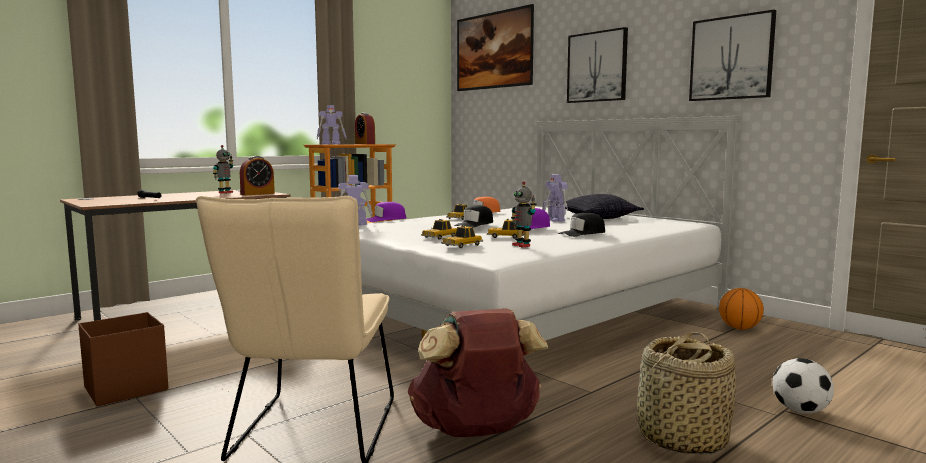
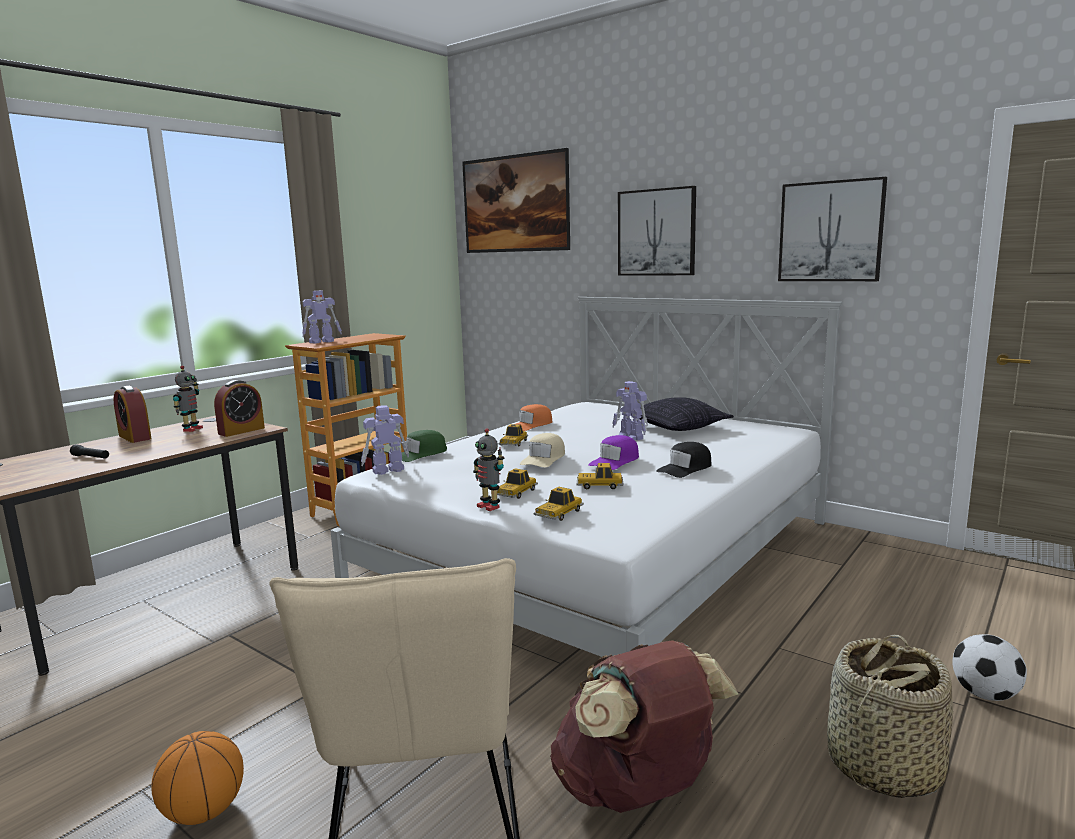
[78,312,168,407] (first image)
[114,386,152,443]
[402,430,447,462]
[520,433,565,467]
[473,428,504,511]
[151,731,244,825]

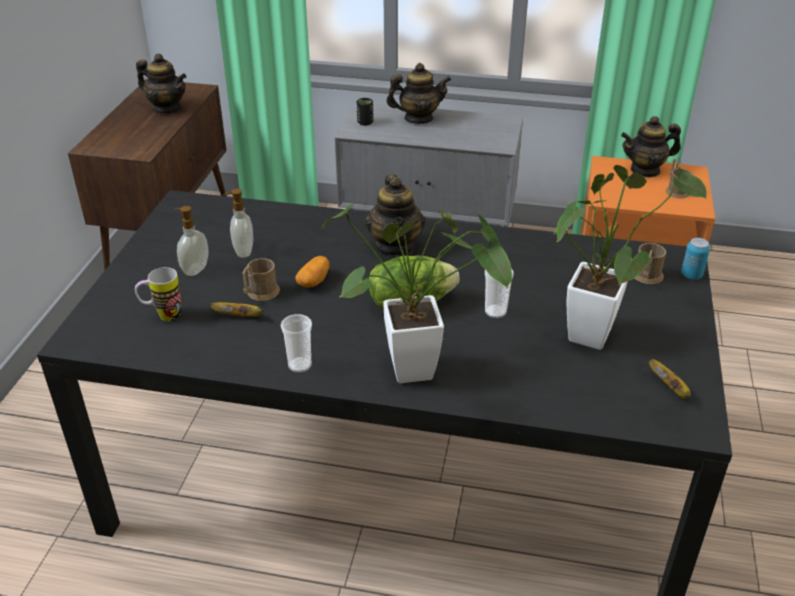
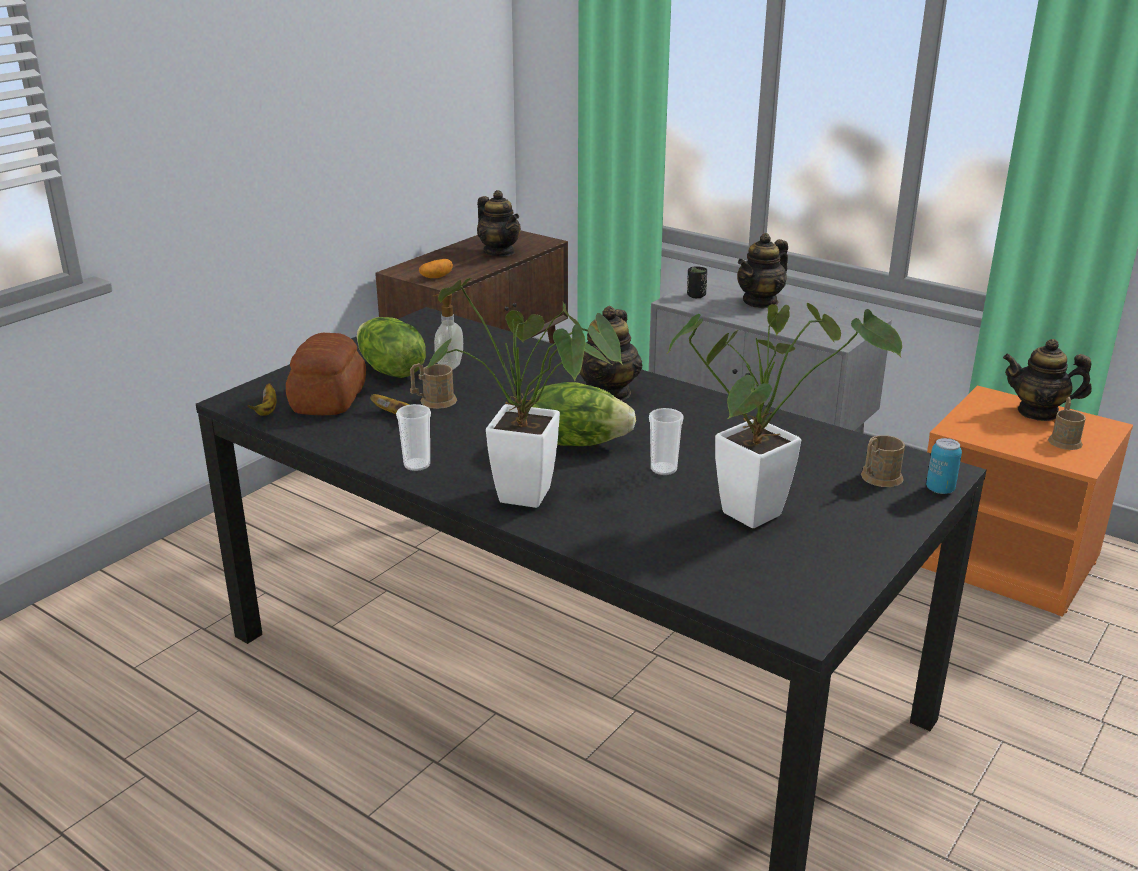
[286,333,366,415]
[357,317,426,378]
[419,259,453,278]
[737,233,788,308]
[247,383,276,416]

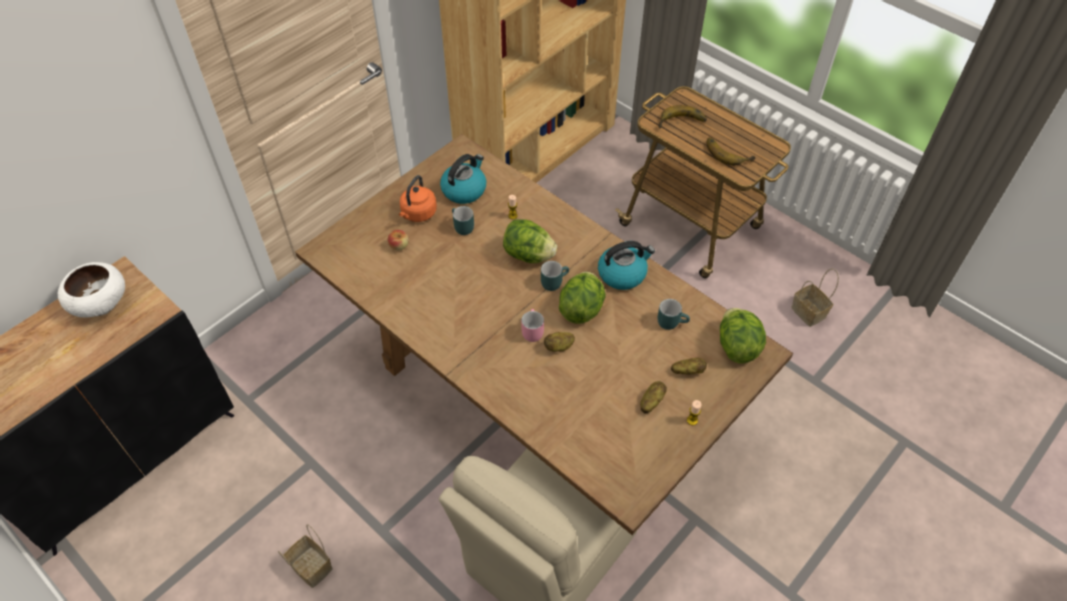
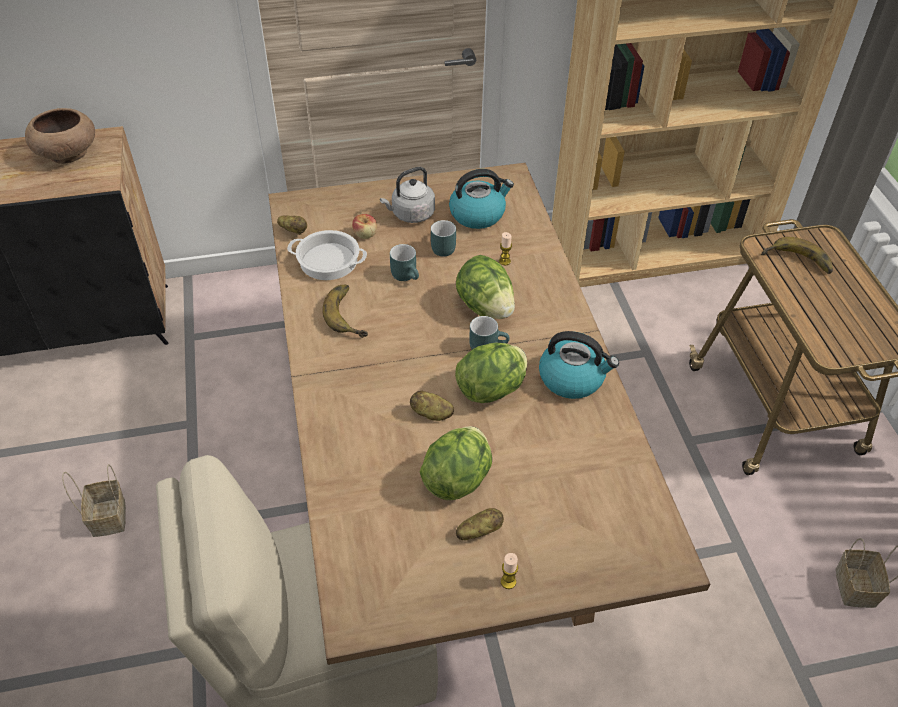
[25,108,95,164]
[380,167,435,223]
[521,309,544,342] (first image)
[390,244,419,281]
[277,215,307,235]
[322,285,368,338]
[420,426,492,500]
[287,230,367,280]

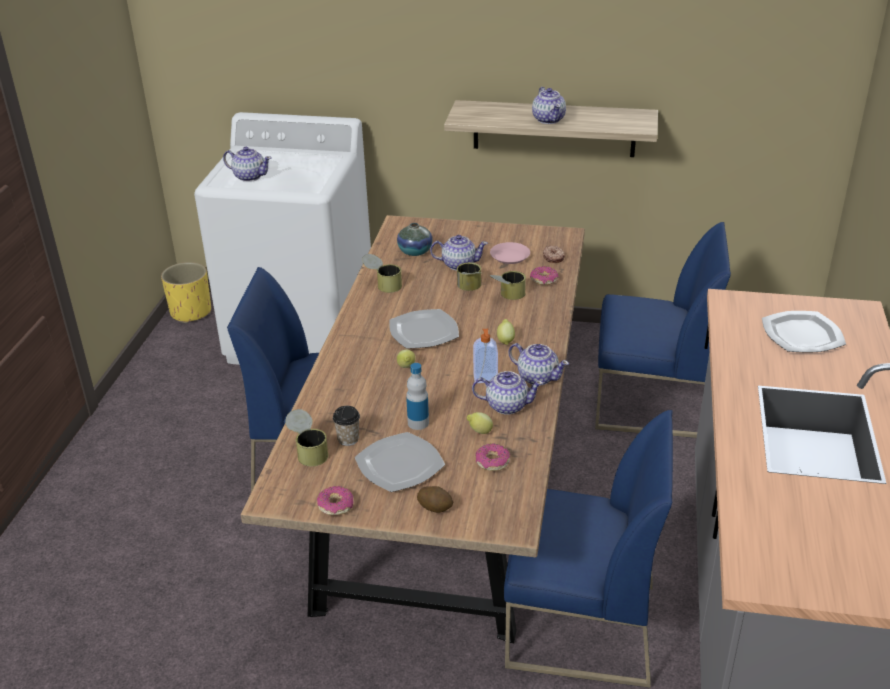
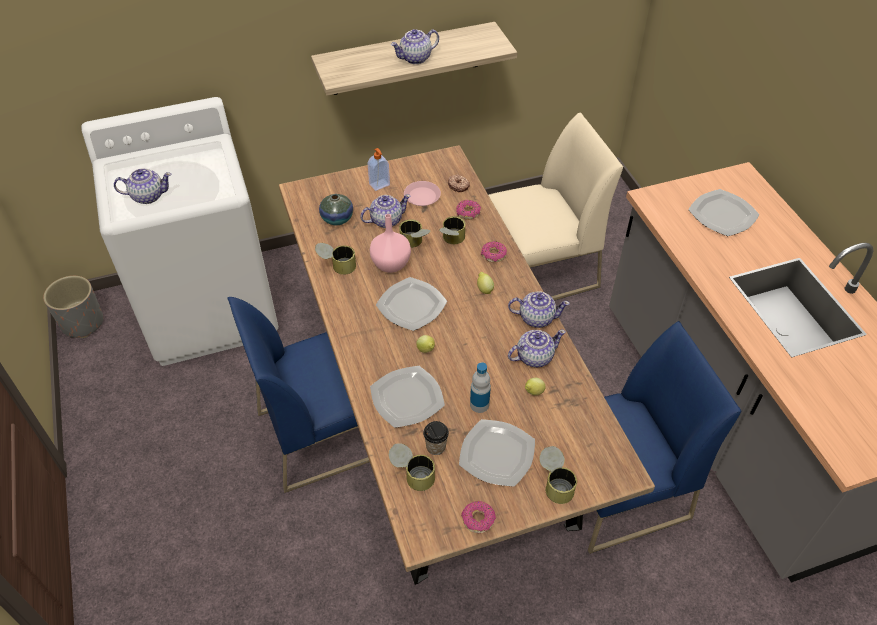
[43,276,104,338]
[539,446,577,504]
[368,148,390,191]
[481,241,507,262]
[391,29,439,64]
[489,112,623,300]
[370,214,411,273]
[370,366,445,428]

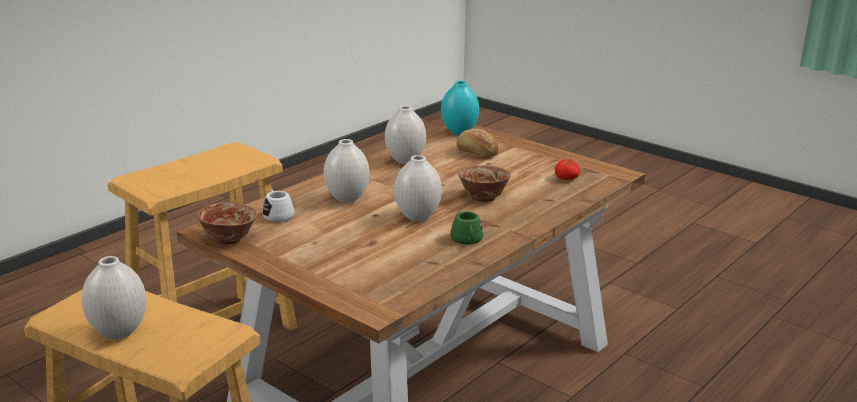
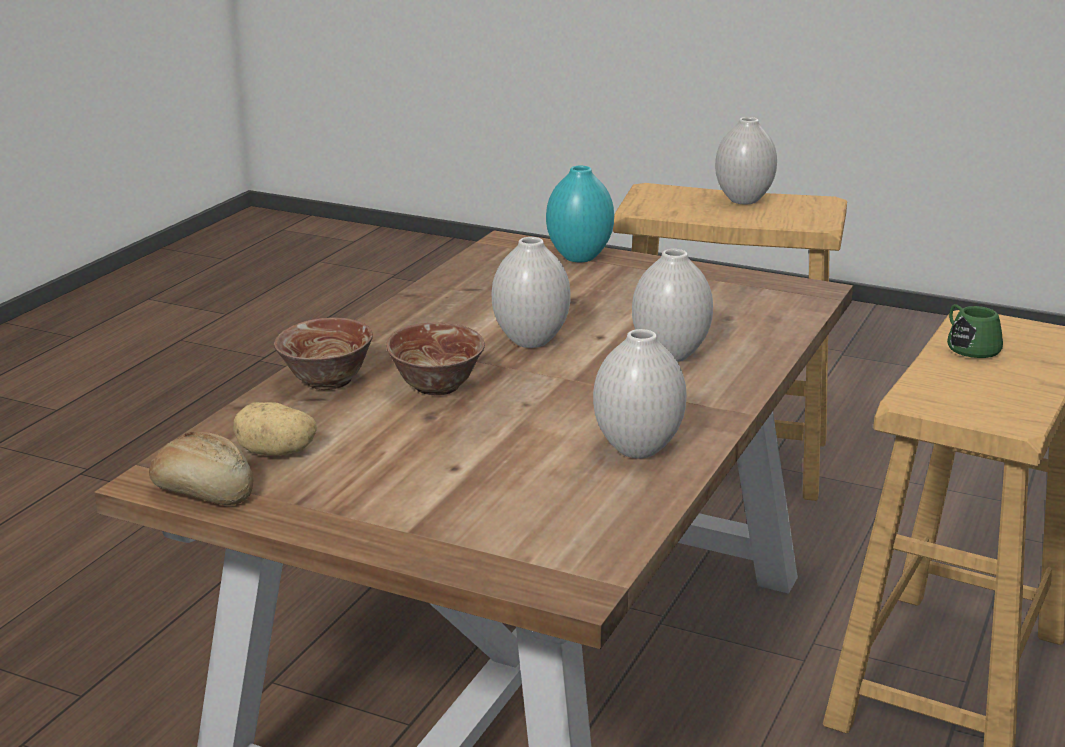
[274,318,373,390]
[263,189,295,222] (first image)
[546,166,614,262]
[947,304,1003,358]
[149,431,253,505]
[233,402,317,455]

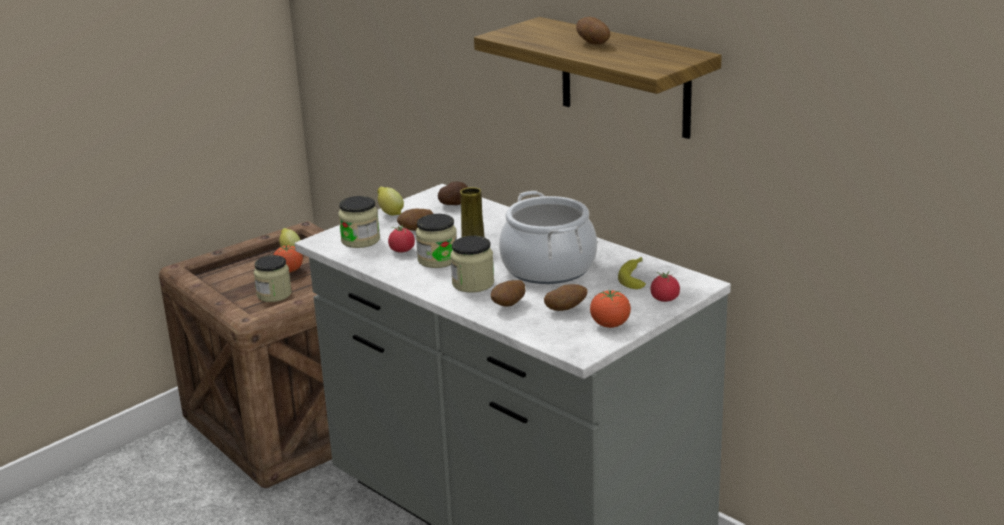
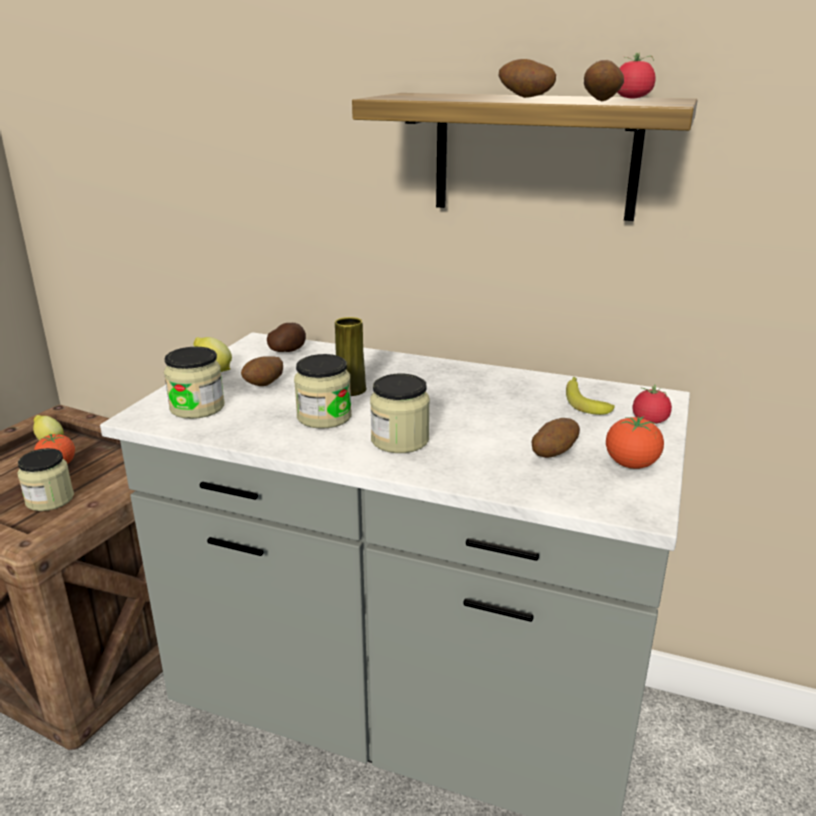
[617,52,655,98]
[584,60,624,102]
[499,191,597,284] (first image)

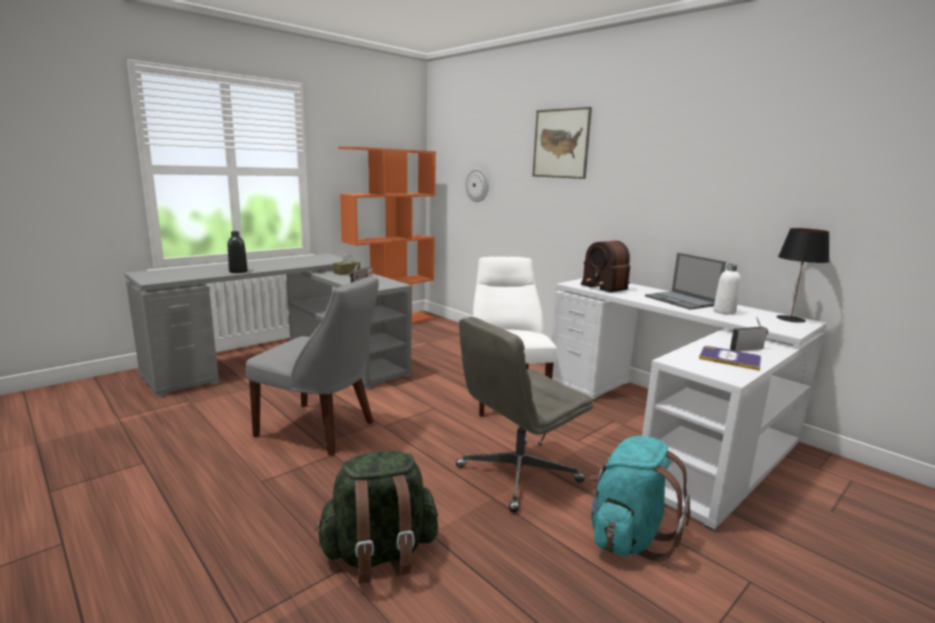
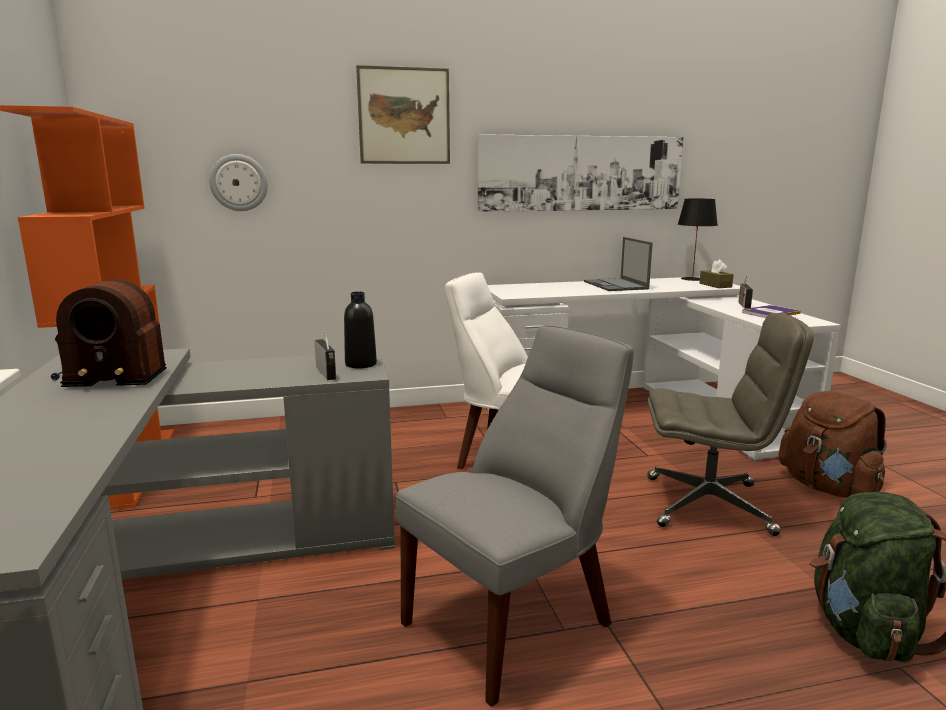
[344,292,377,369]
[700,259,734,288]
[647,313,814,536]
[51,279,166,387]
[778,391,887,498]
[584,237,653,291]
[713,264,741,315] (first image)
[477,134,683,212]

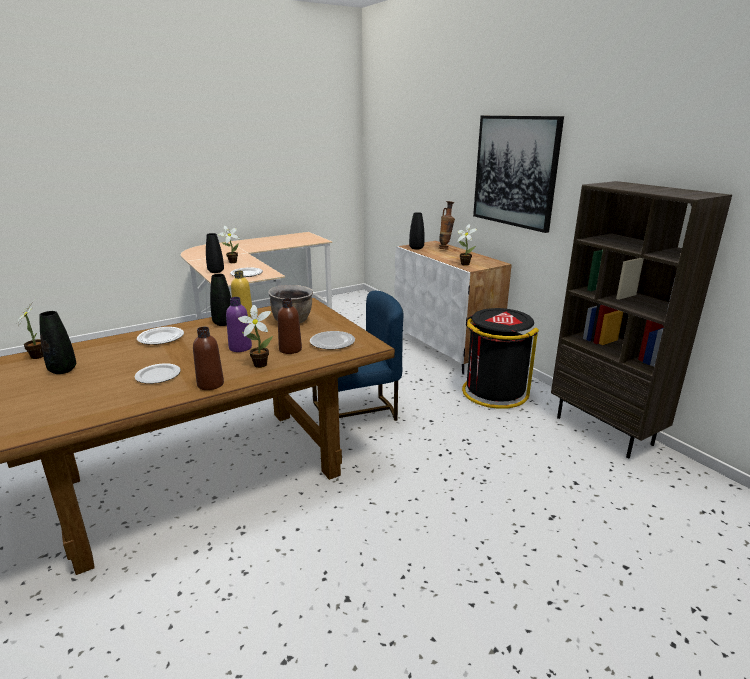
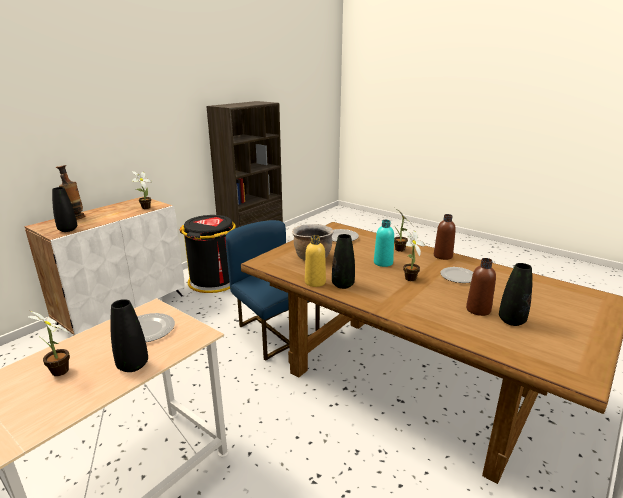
[403,230,425,281]
[137,327,184,345] (first image)
[374,220,394,267]
[466,258,496,316]
[473,116,564,233] (first image)

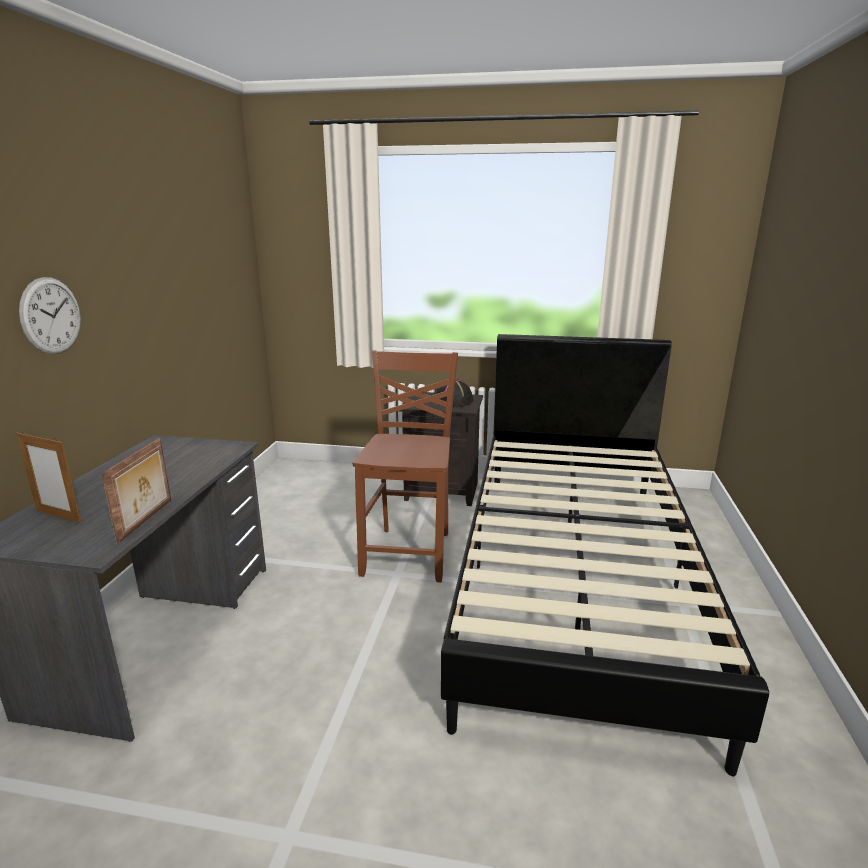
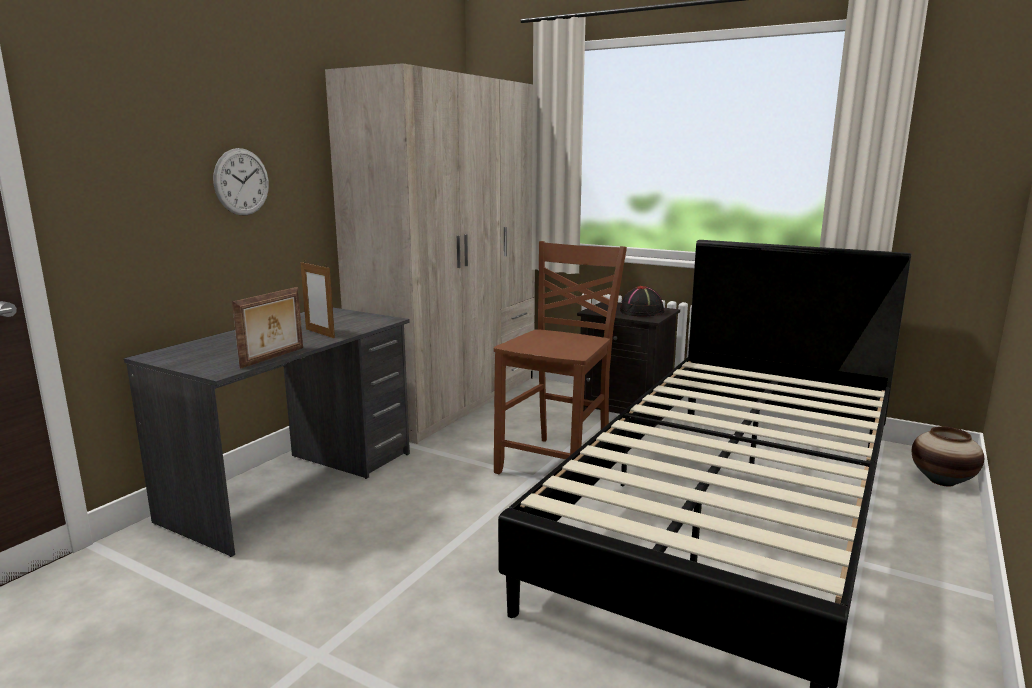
[300,261,335,338]
[325,63,535,444]
[912,426,984,486]

